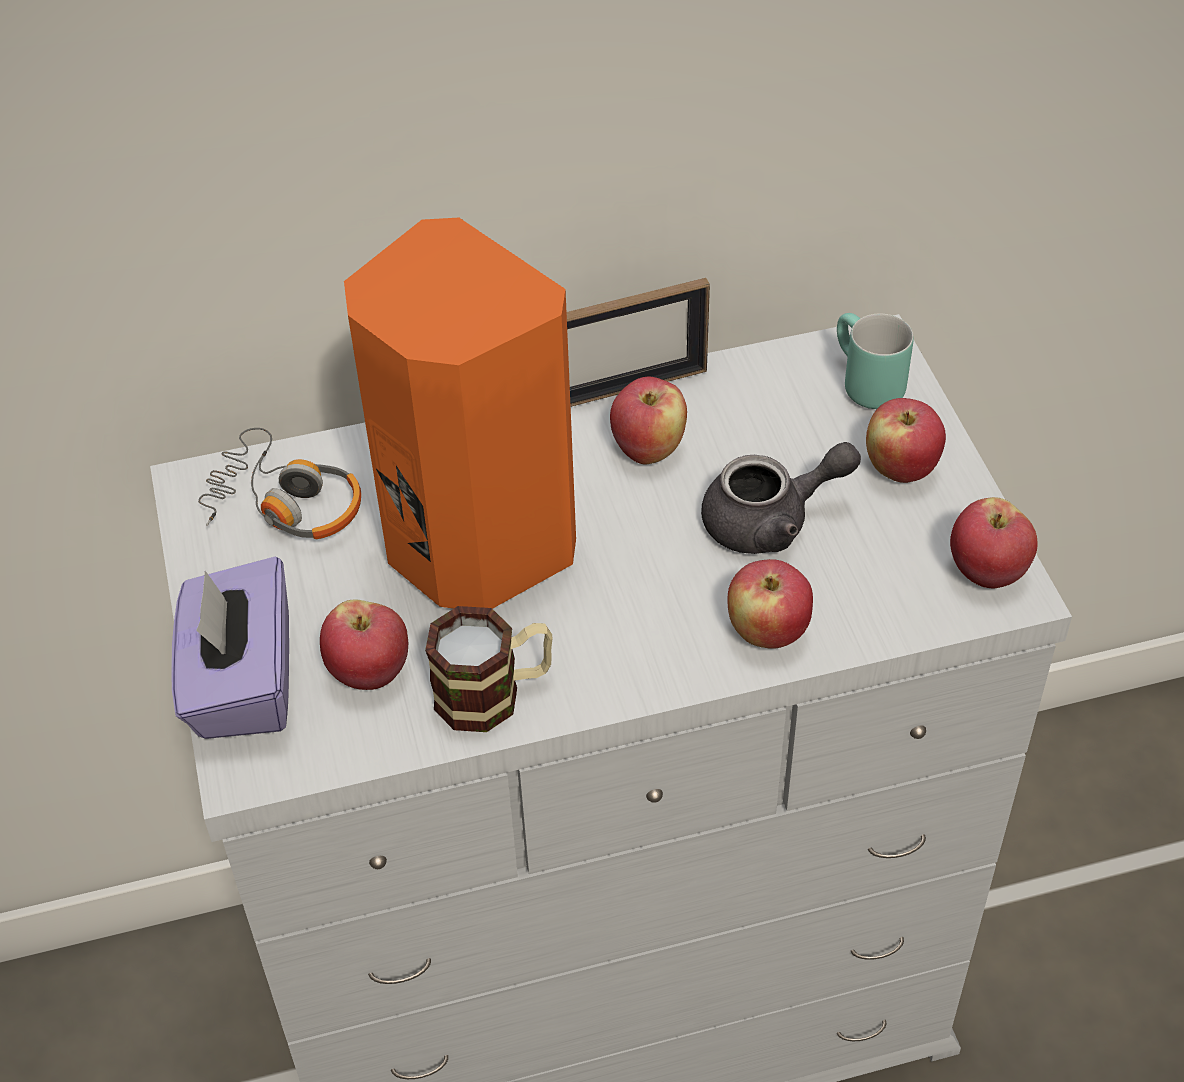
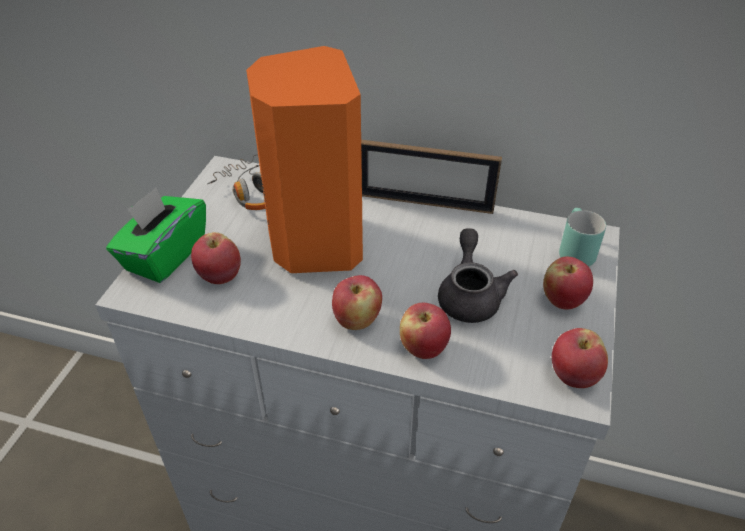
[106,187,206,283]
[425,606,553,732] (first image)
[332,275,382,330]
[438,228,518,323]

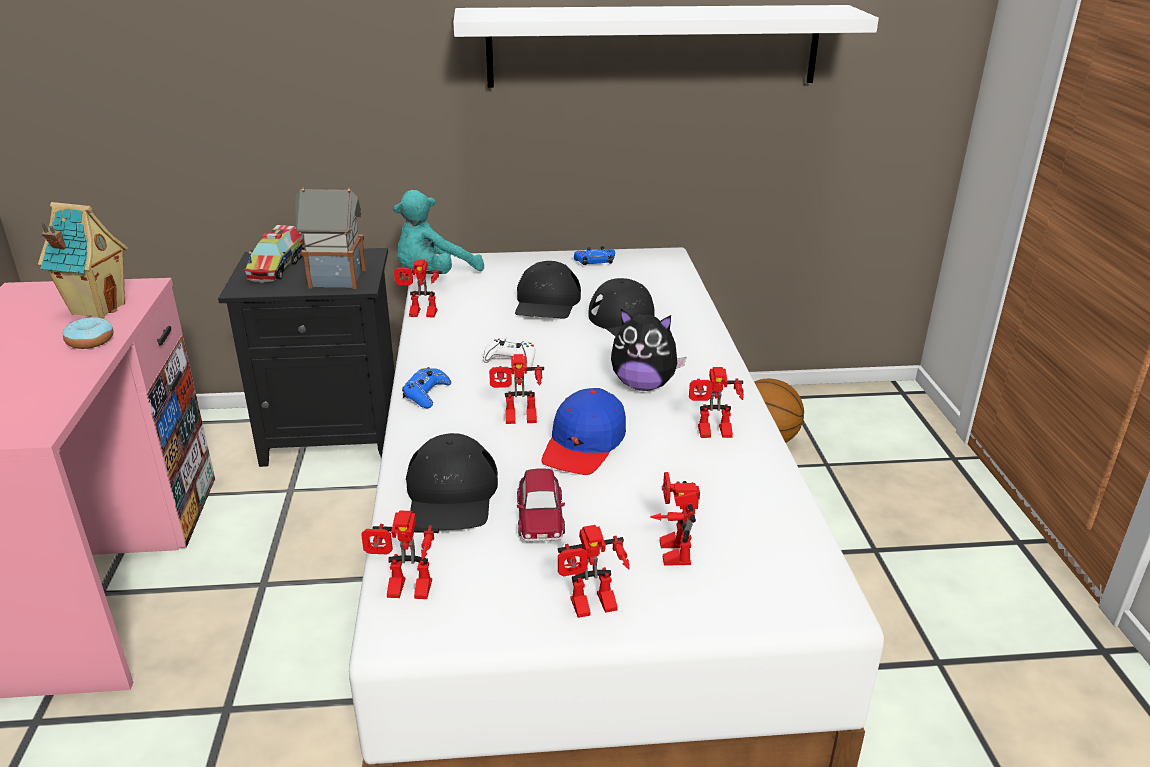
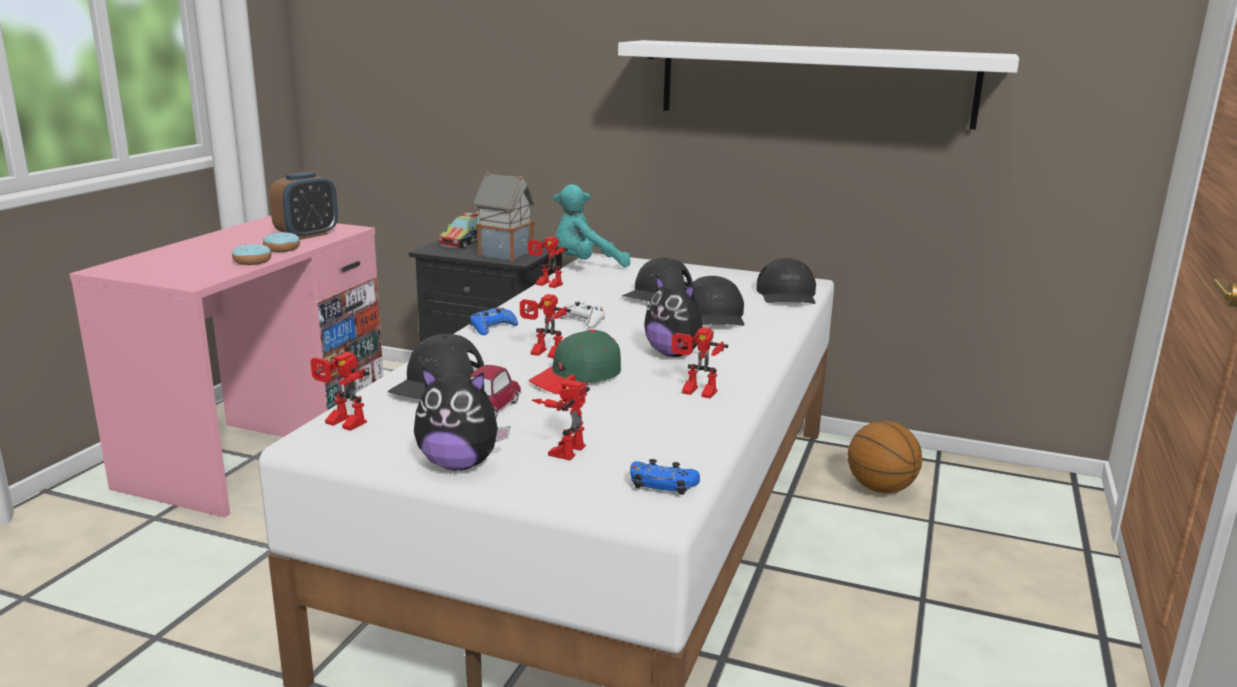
[269,172,338,240]
[529,329,621,394]
[414,367,511,471]
[630,459,700,495]
[232,244,271,265]
[756,258,816,304]

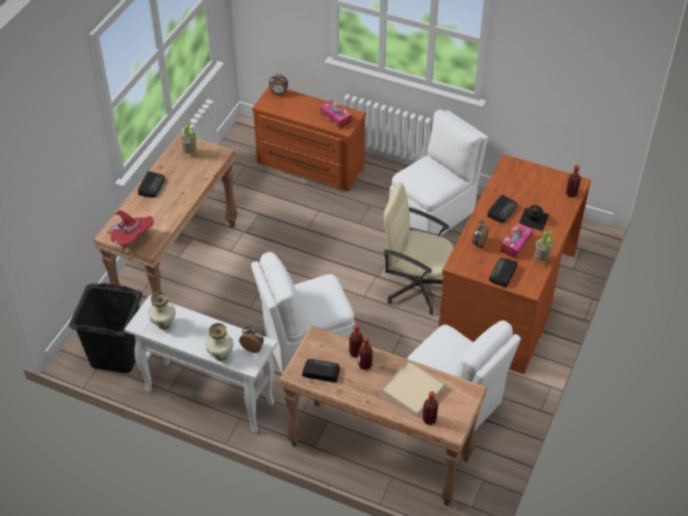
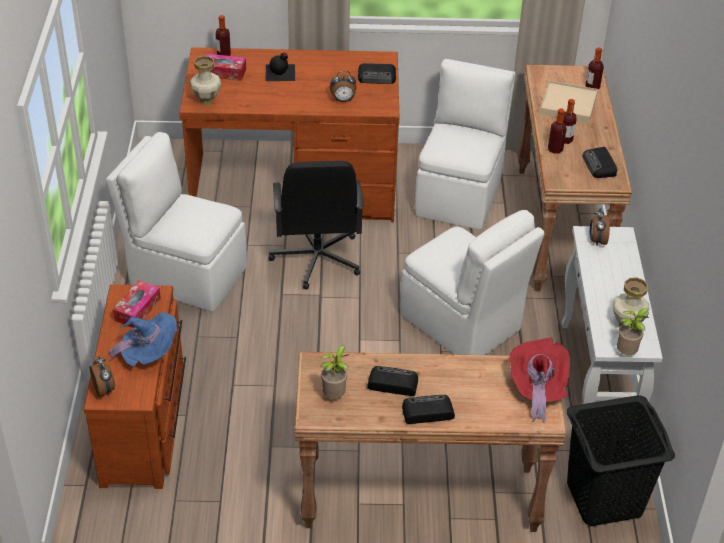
[190,56,222,105]
[268,161,364,290]
[367,366,418,396]
[206,53,246,81]
[617,308,649,355]
[108,312,177,367]

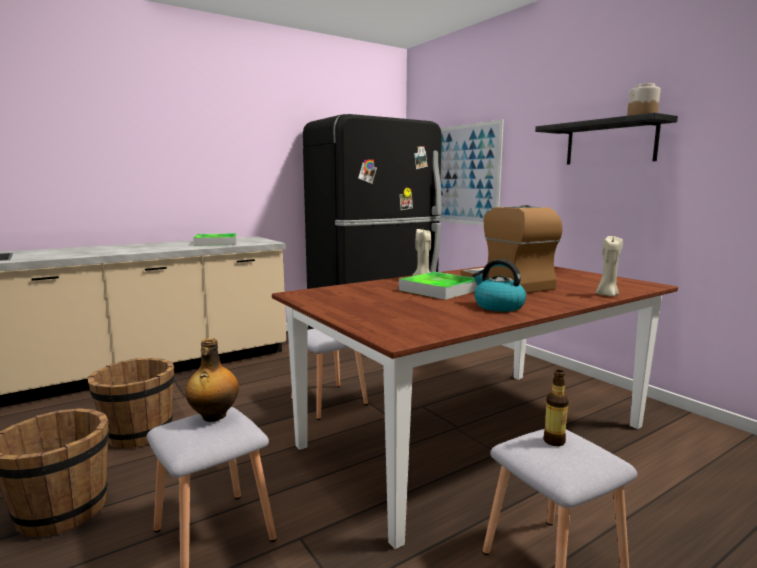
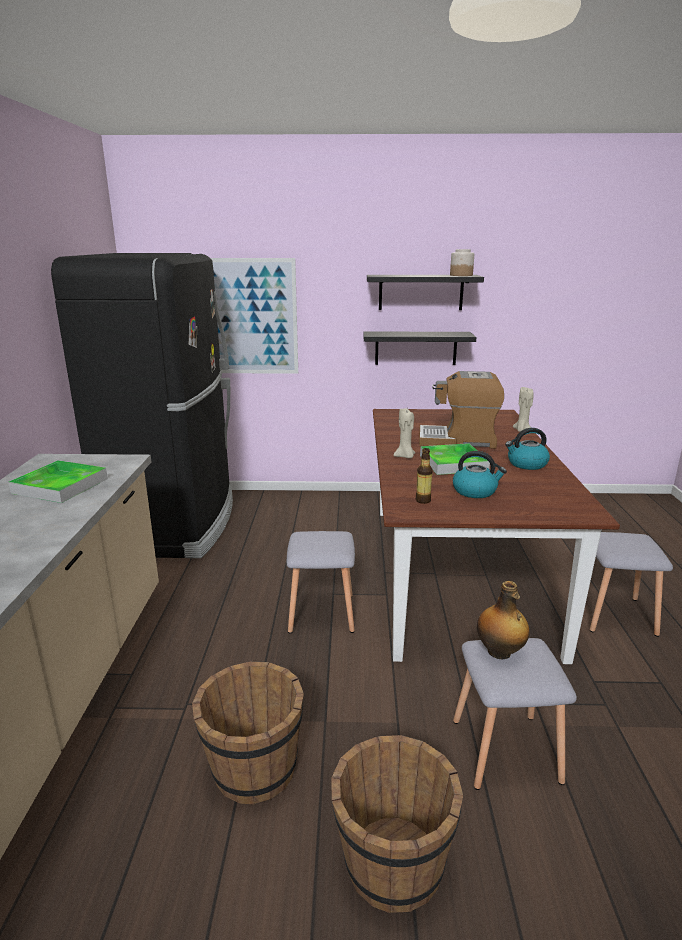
[416,448,433,504]
[363,331,476,365]
[453,451,507,498]

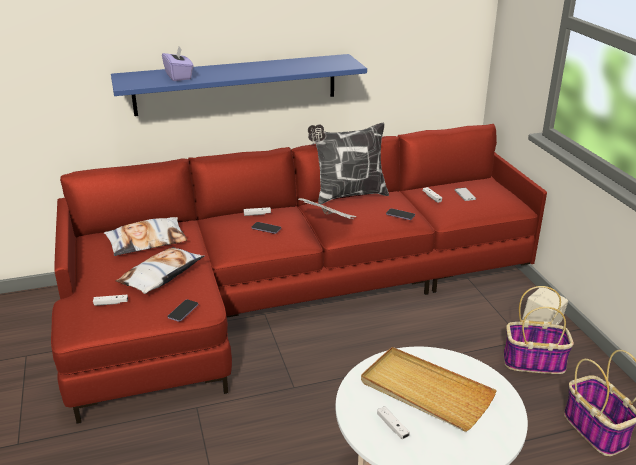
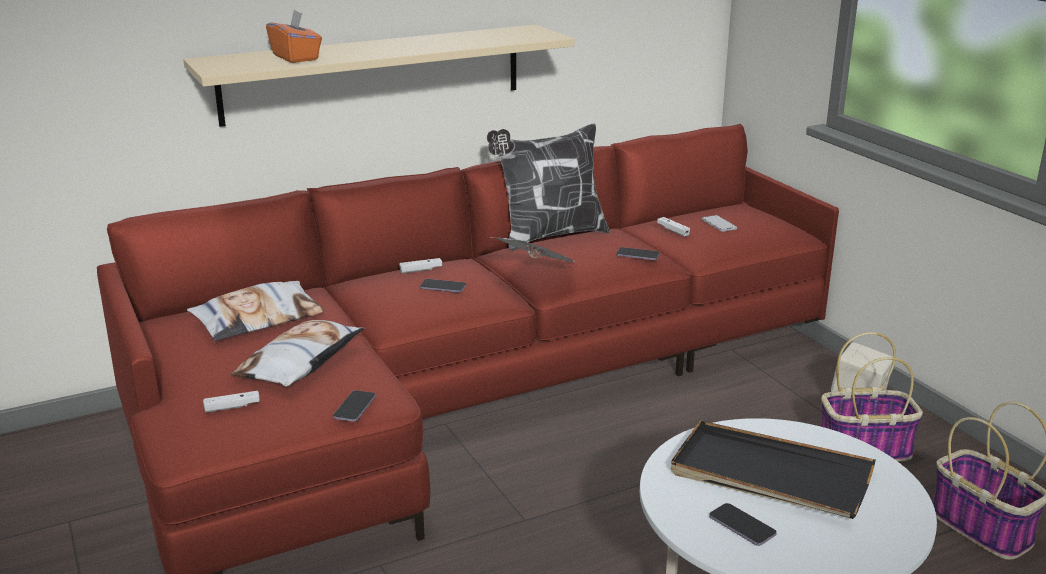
[183,25,575,127]
[266,10,322,63]
[670,421,876,519]
[709,503,777,546]

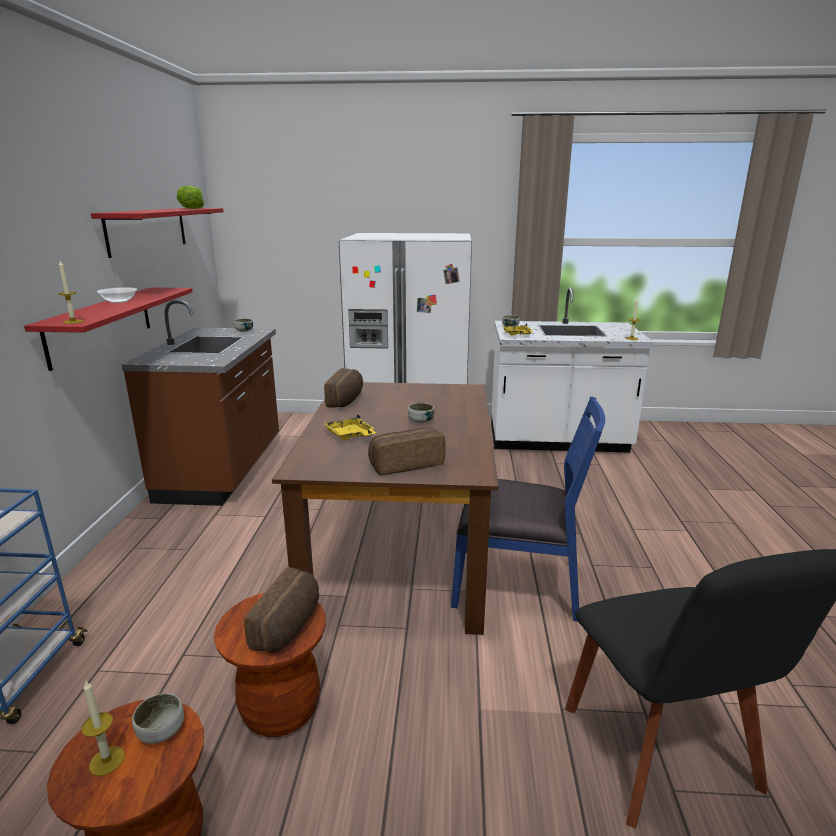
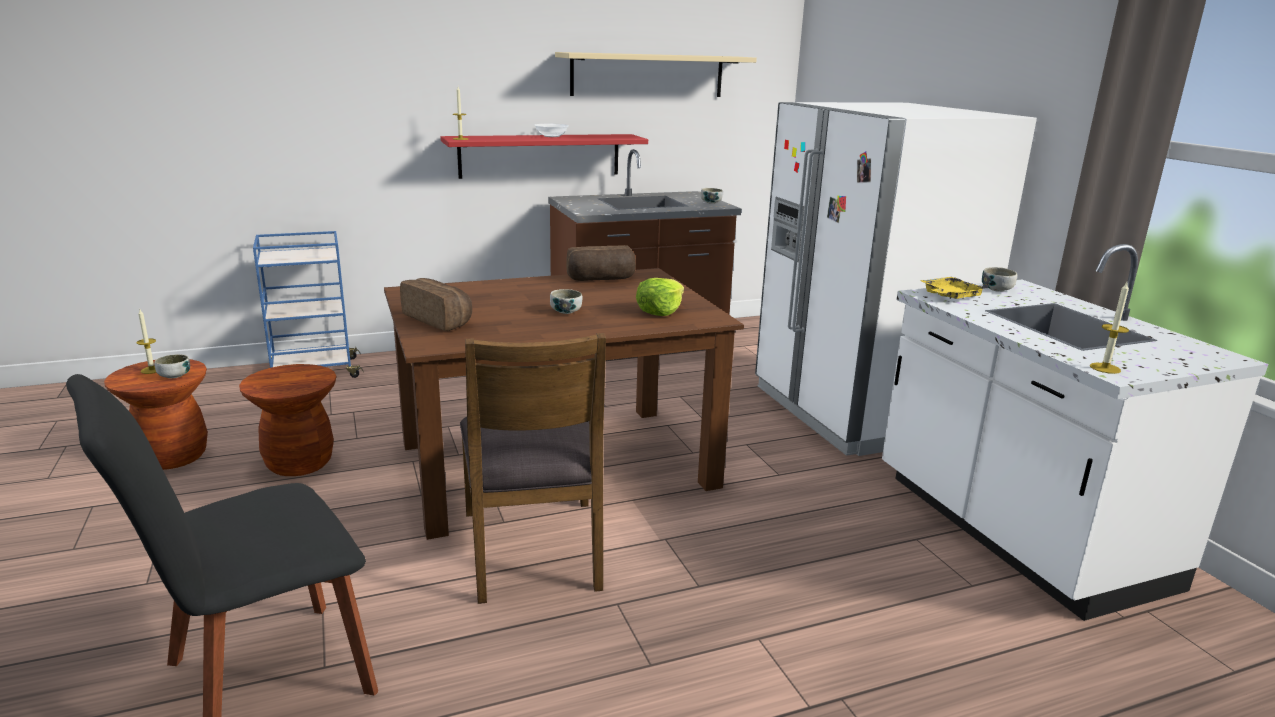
[555,52,757,97]
[636,278,684,316]
[244,567,319,653] (first image)
[324,414,376,441] (first image)
[460,333,606,604]

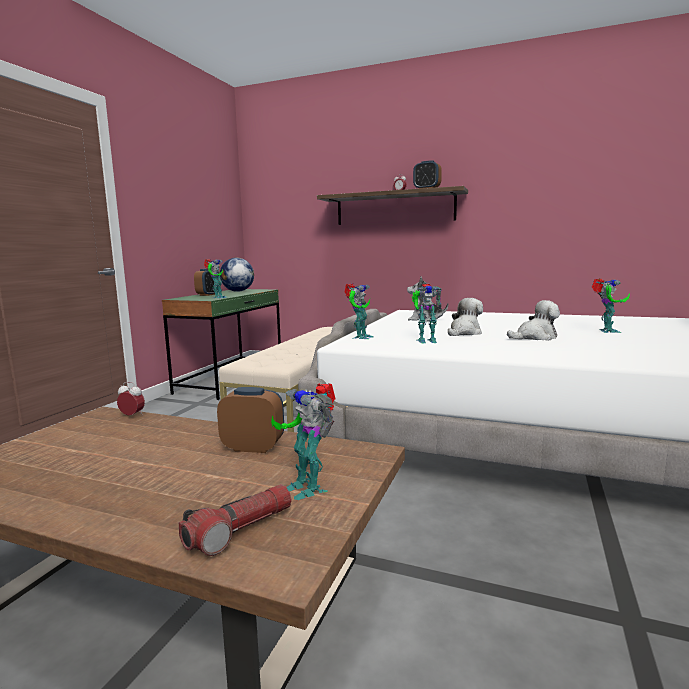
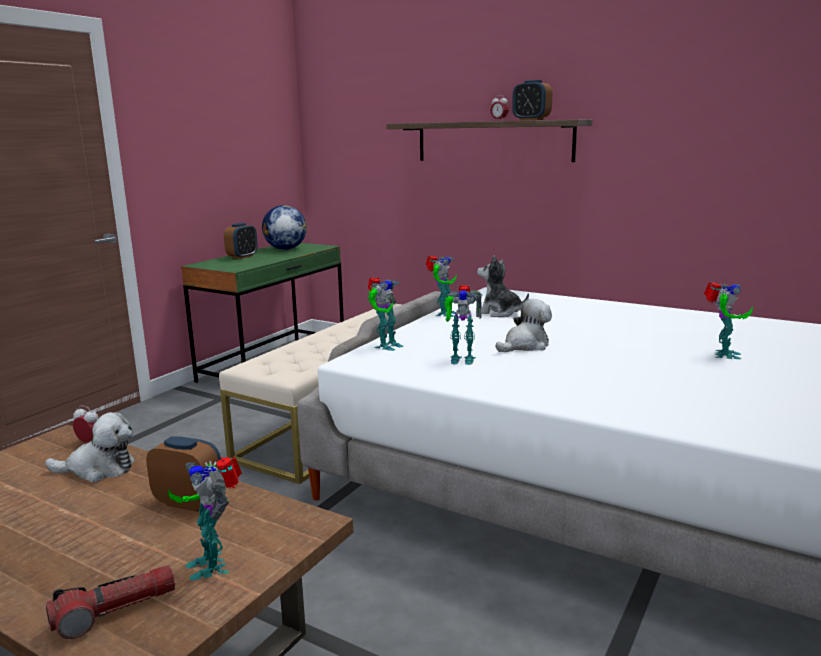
[426,255,457,317]
[45,412,135,483]

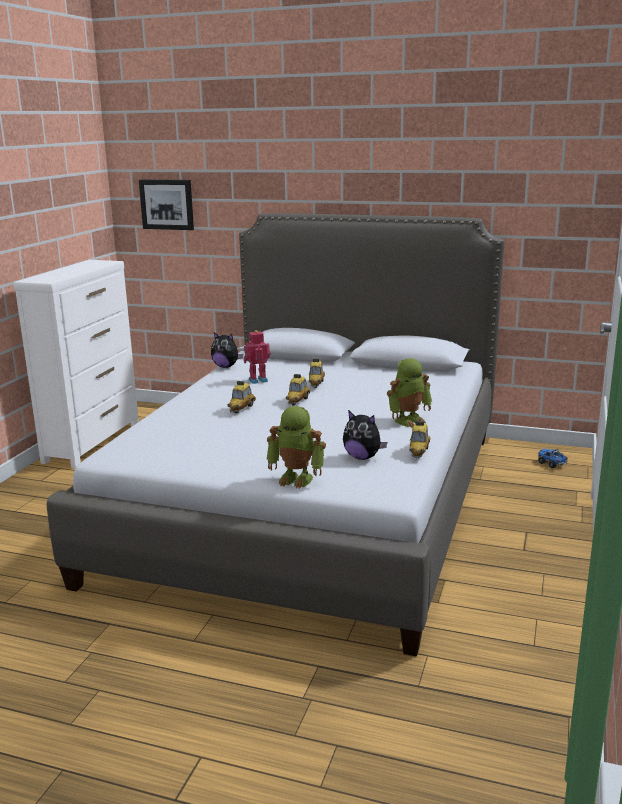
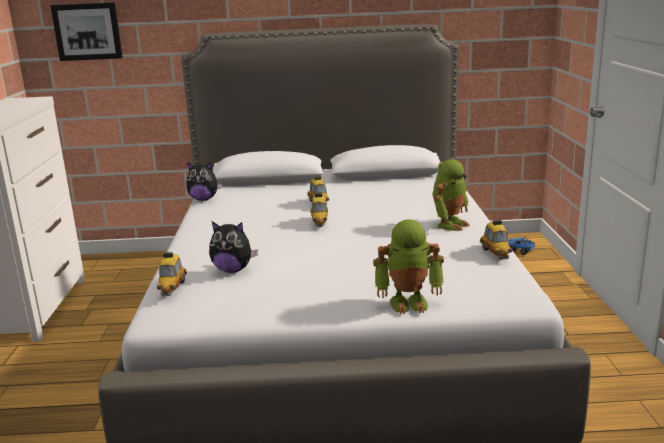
[157,252,187,296]
[244,330,271,384] (first image)
[209,221,258,273]

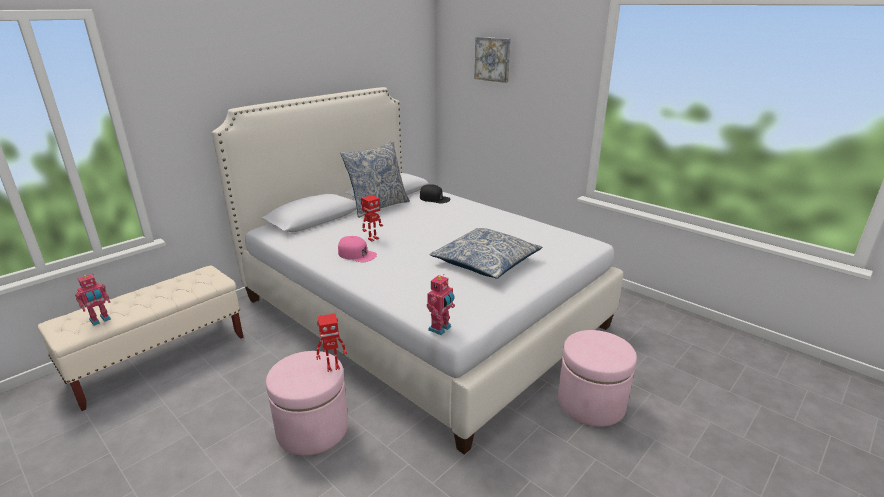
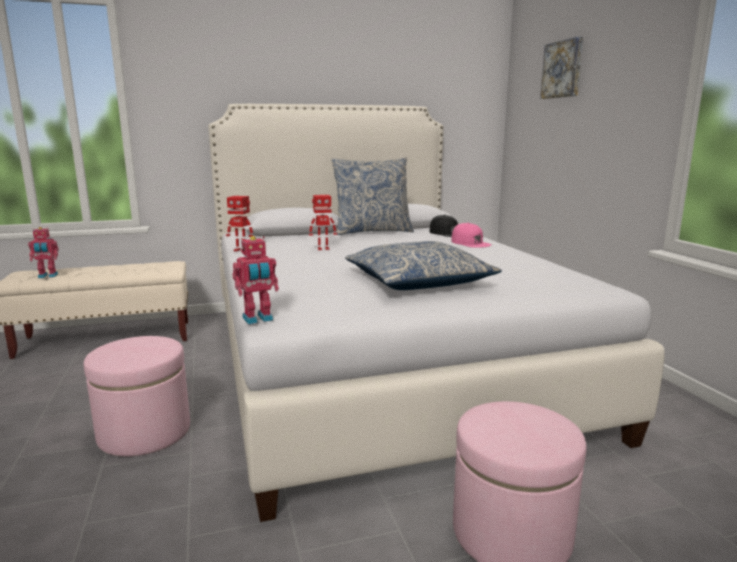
[226,196,253,252]
[451,223,492,248]

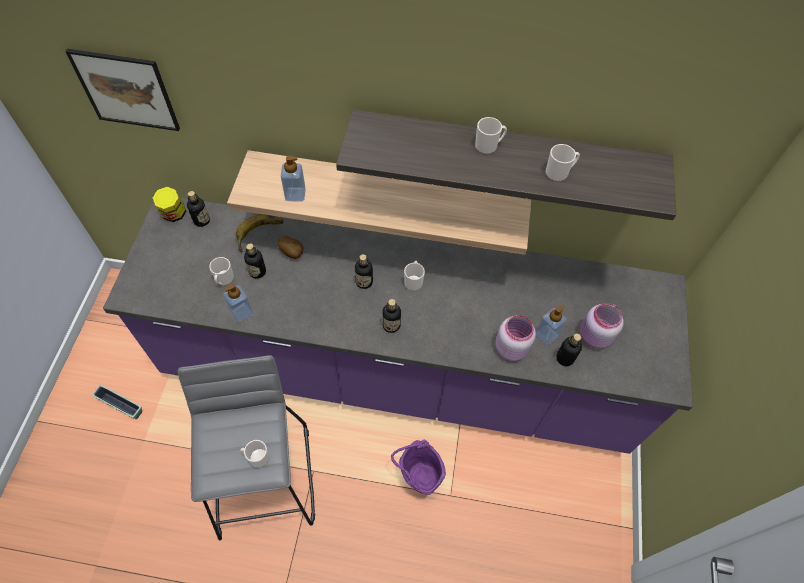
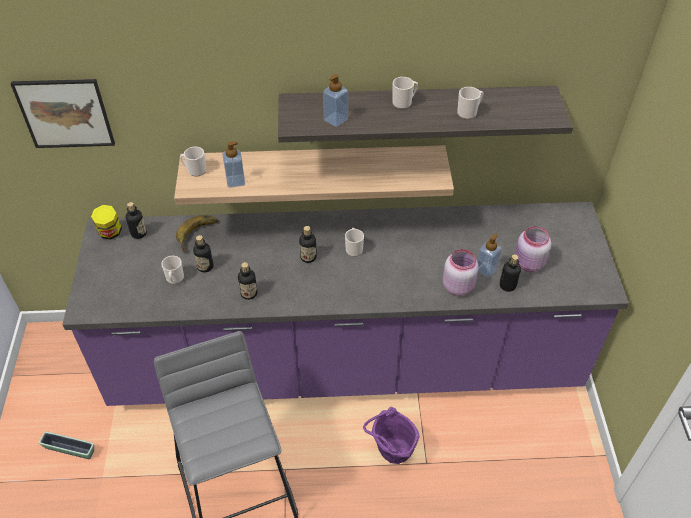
[323,74,348,127]
[180,147,206,176]
[278,236,303,259] (first image)
[238,262,258,300]

